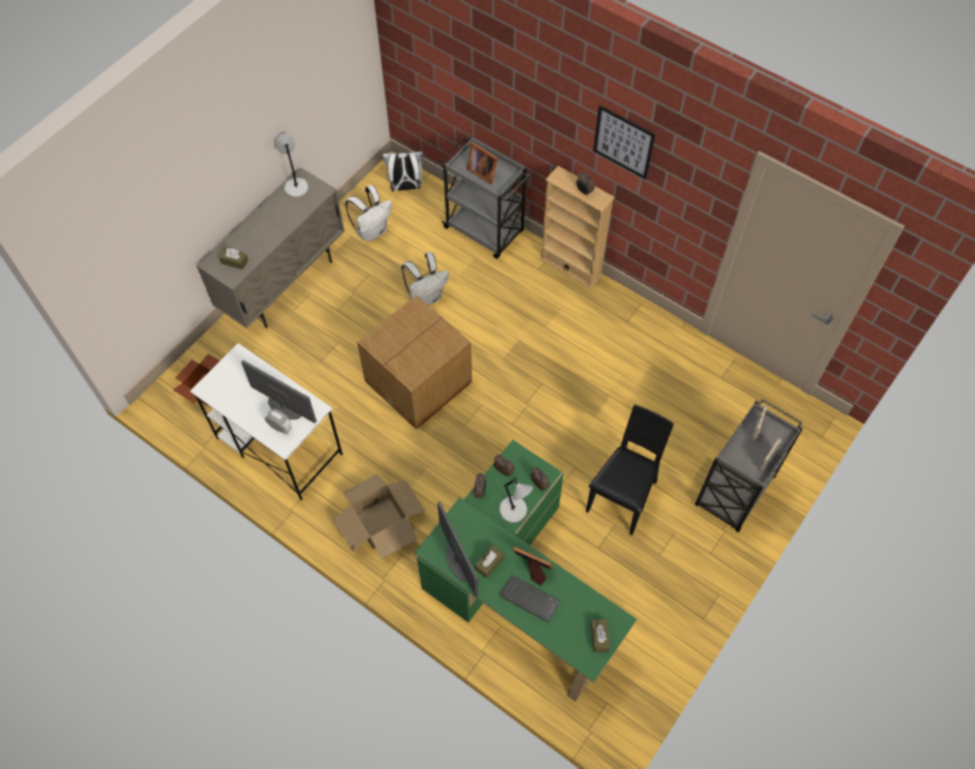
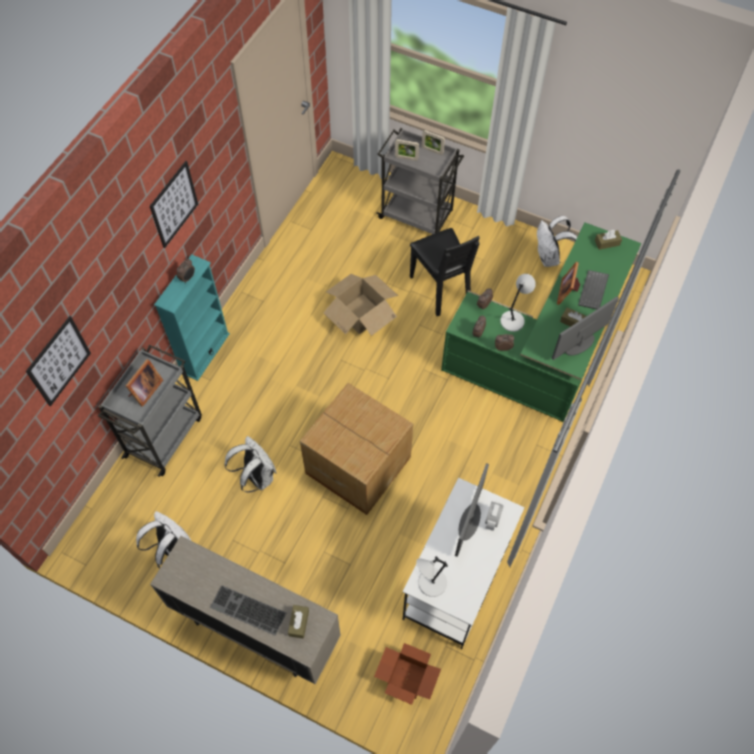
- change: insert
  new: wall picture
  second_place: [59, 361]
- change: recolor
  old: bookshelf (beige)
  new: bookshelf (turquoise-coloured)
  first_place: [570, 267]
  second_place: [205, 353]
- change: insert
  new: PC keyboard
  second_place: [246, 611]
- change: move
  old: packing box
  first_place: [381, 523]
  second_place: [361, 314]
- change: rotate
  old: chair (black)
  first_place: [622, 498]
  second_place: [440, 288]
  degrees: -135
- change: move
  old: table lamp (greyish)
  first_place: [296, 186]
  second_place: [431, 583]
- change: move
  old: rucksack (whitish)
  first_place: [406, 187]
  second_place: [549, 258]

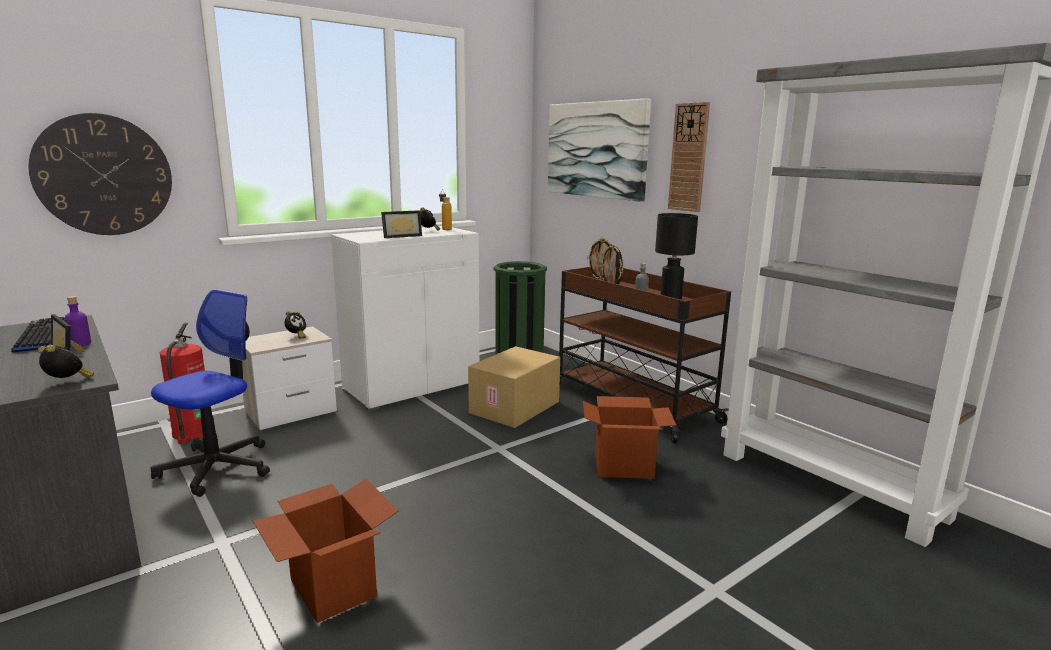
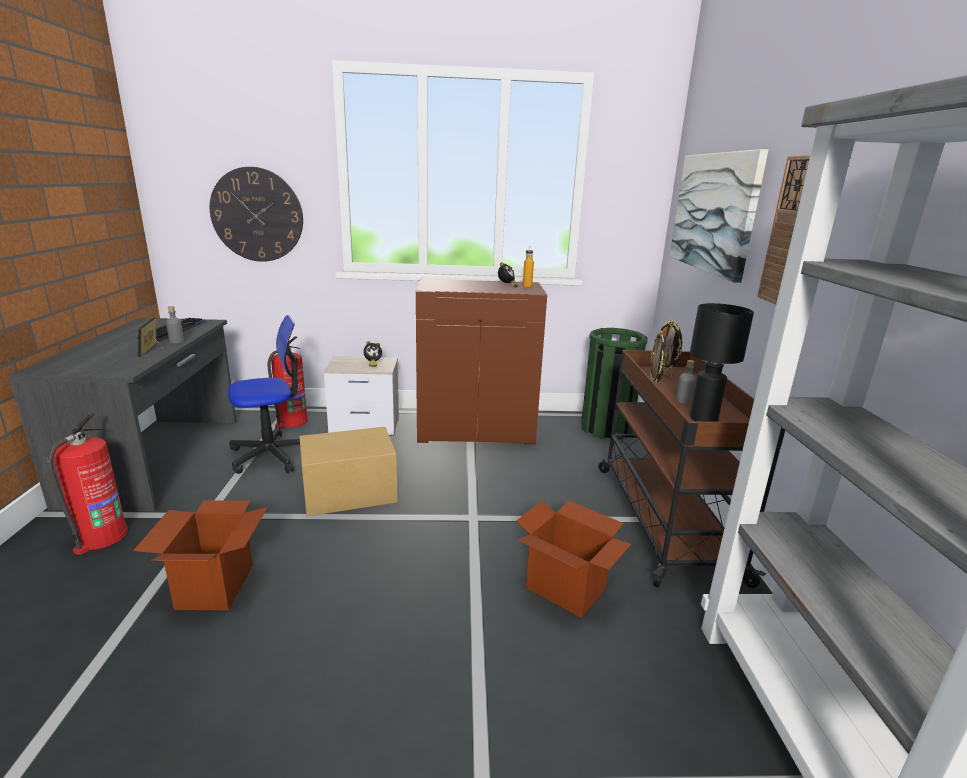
- change: insert
  new: extinguisher
  second_place: [101, 537]
- change: recolor
  old: beverage bottle (purple-coloured)
  new: beverage bottle (greyish)
  first_place: [80, 344]
  second_place: [177, 341]
- change: move
  old: packing box
  first_place: [515, 408]
  second_place: [349, 493]
- change: recolor
  old: storage cabinet (whitish)
  new: storage cabinet (brown-coloured)
  first_place: [412, 386]
  second_place: [476, 430]
- change: delete
  old: bedside clock
  first_place: [67, 382]
- change: delete
  old: picture frame
  first_place: [401, 236]

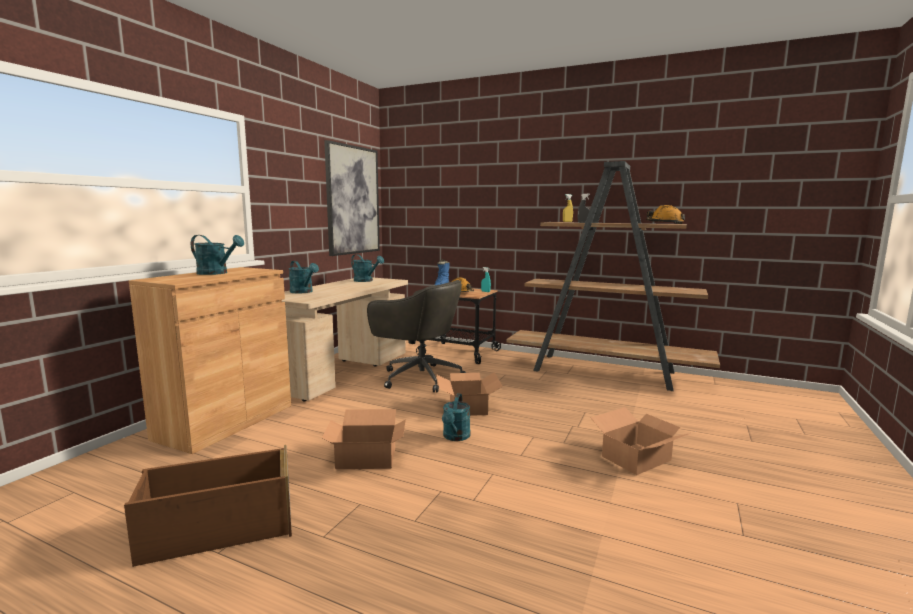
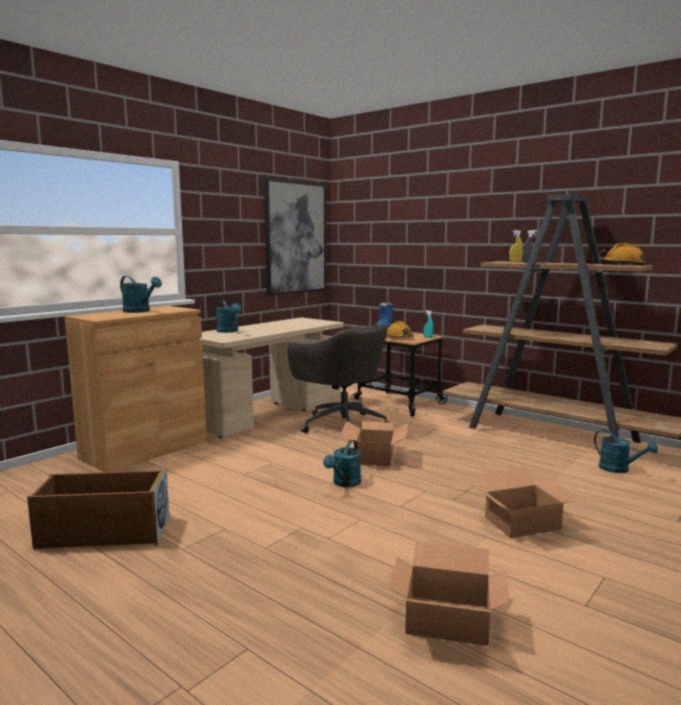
- change: move
  old: packing box
  first_place: [367, 458]
  second_place: [448, 621]
- change: move
  old: watering can (turquoise-coloured)
  first_place: [366, 281]
  second_place: [619, 469]

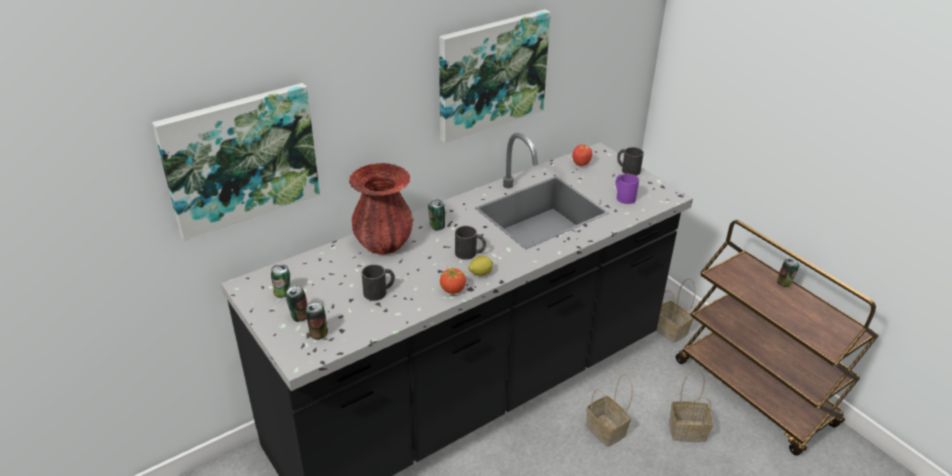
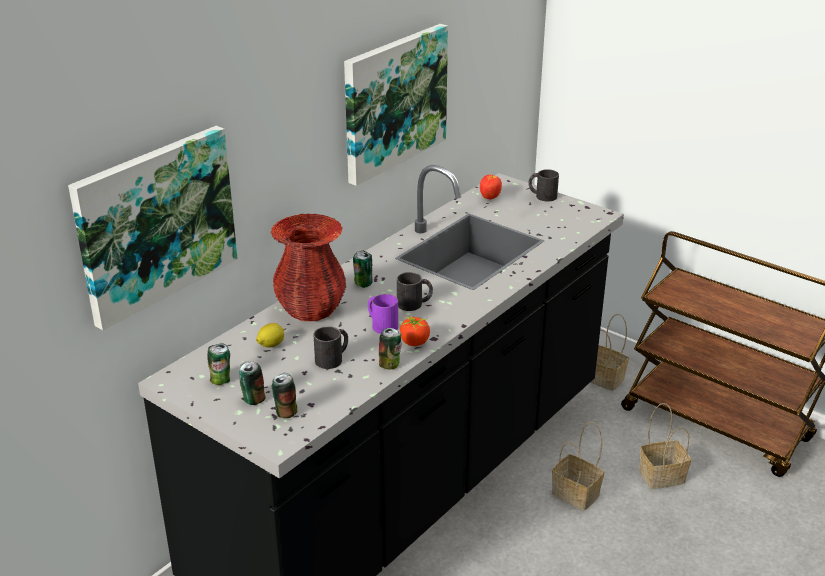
- change: move
  old: whole lemon
  first_place: [480, 273]
  second_place: [271, 345]
- change: move
  old: tea mug (purple-coloured)
  first_place: [623, 196]
  second_place: [381, 324]
- change: move
  old: metal can
  first_place: [784, 283]
  second_place: [390, 364]

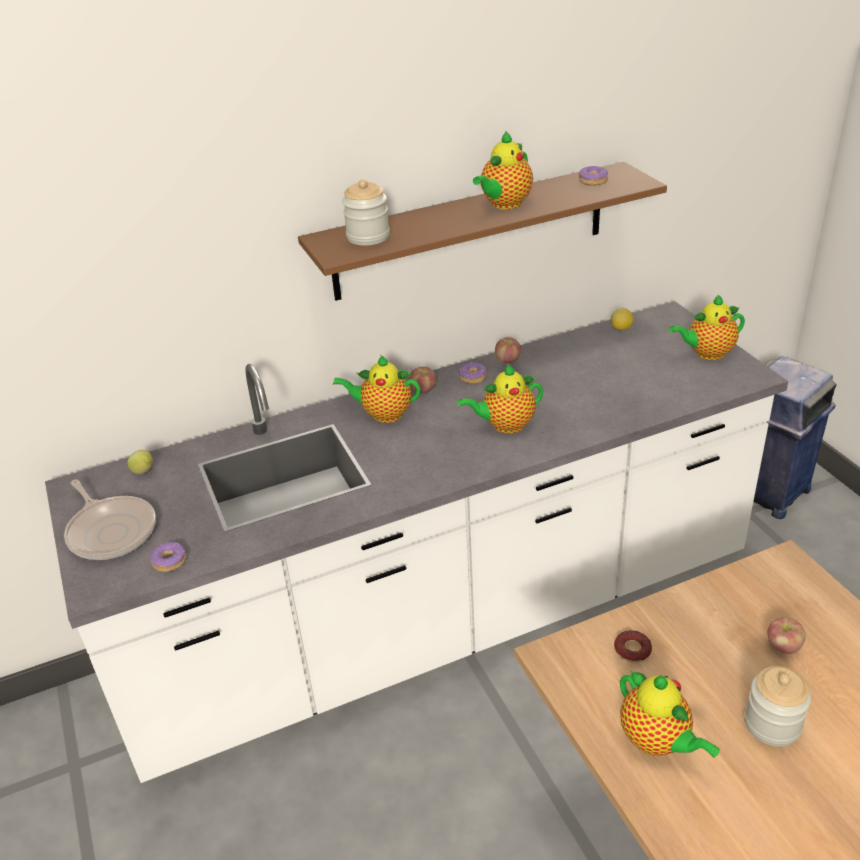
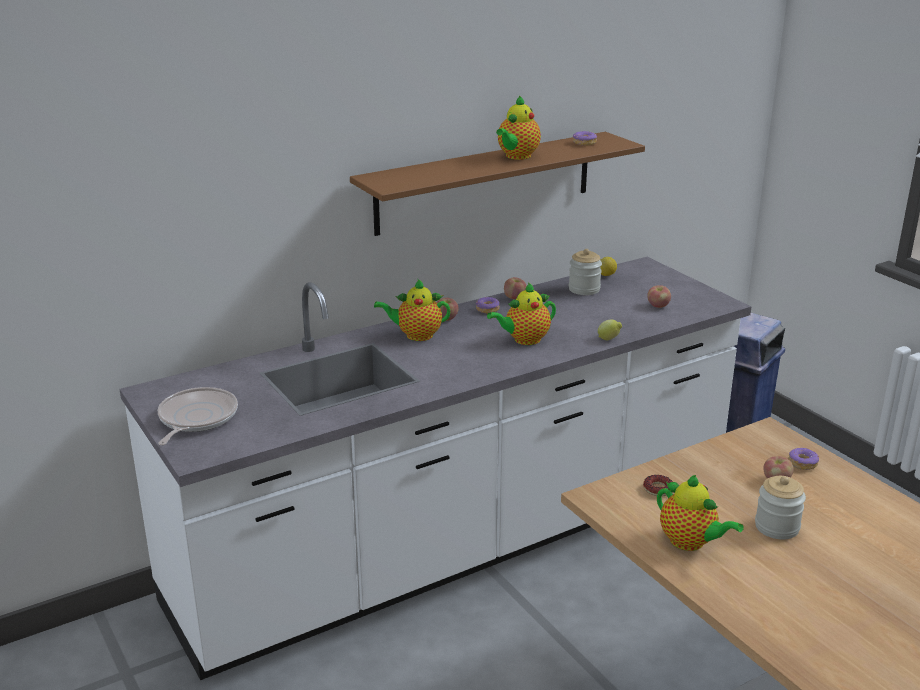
- change: rotate
  old: skillet
  first_place: [111, 531]
  second_place: [196, 419]
  degrees: -120
- change: move
  old: jar
  first_place: [368, 237]
  second_place: [584, 289]
- change: move
  old: whole lemon
  first_place: [144, 472]
  second_place: [609, 339]
- change: insert
  new: apple fruit
  second_place: [658, 306]
- change: move
  old: donut
  first_place: [170, 561]
  second_place: [802, 463]
- change: delete
  old: pot for tea
  first_place: [707, 353]

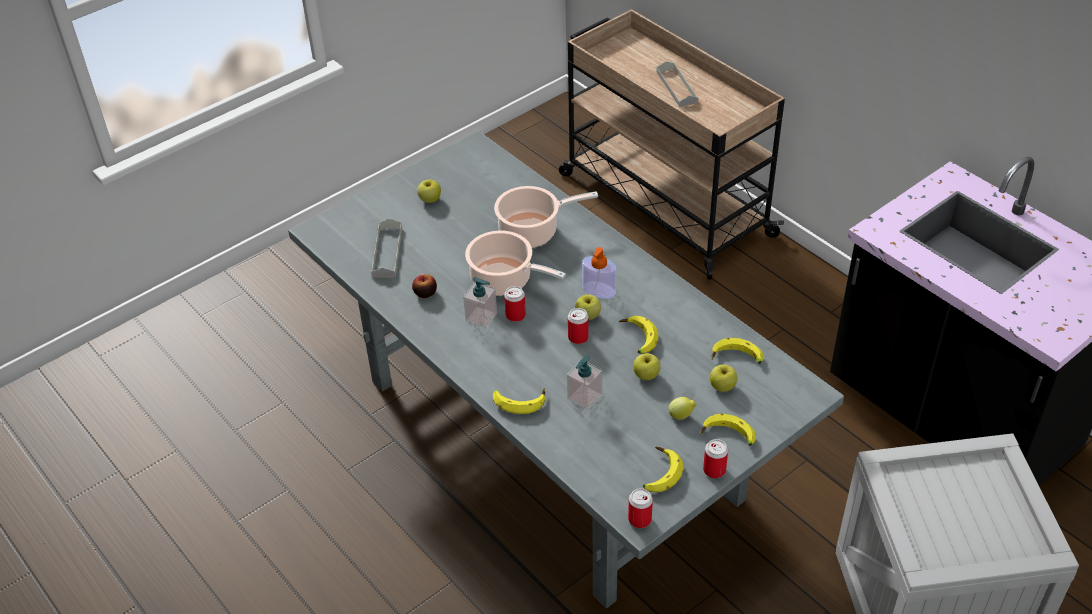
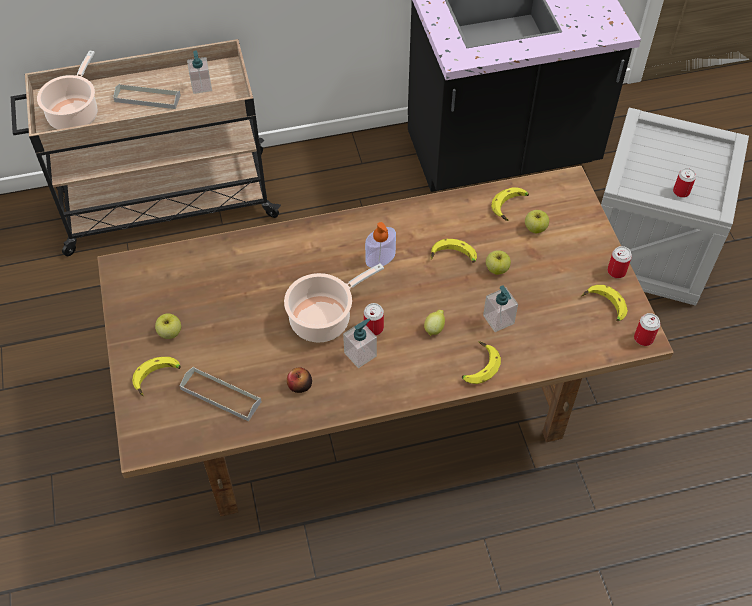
- change: move
  old: cooking pot
  first_place: [532, 231]
  second_place: [75, 114]
- change: recolor
  old: dining table (greyish)
  new: dining table (brown-coloured)
  first_place: [552, 440]
  second_place: [377, 401]
- change: move
  old: banana
  first_place: [727, 437]
  second_place: [157, 378]
- change: insert
  new: soap bottle
  second_place: [201, 86]
- change: move
  old: whole lemon
  first_place: [681, 416]
  second_place: [434, 328]
- change: move
  old: metal can
  first_place: [578, 337]
  second_place: [681, 192]
- change: delete
  old: apple fruit
  first_place: [588, 316]

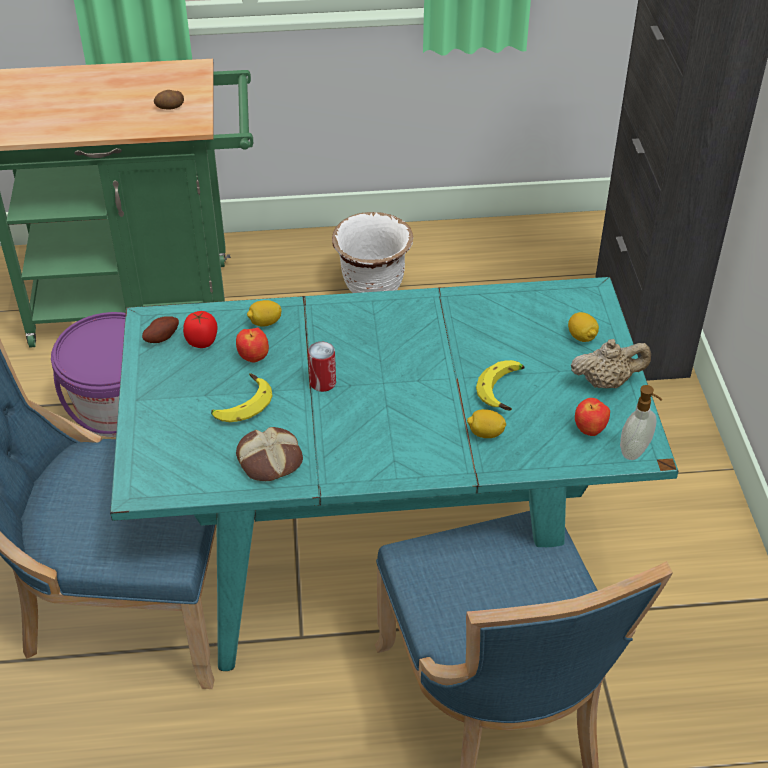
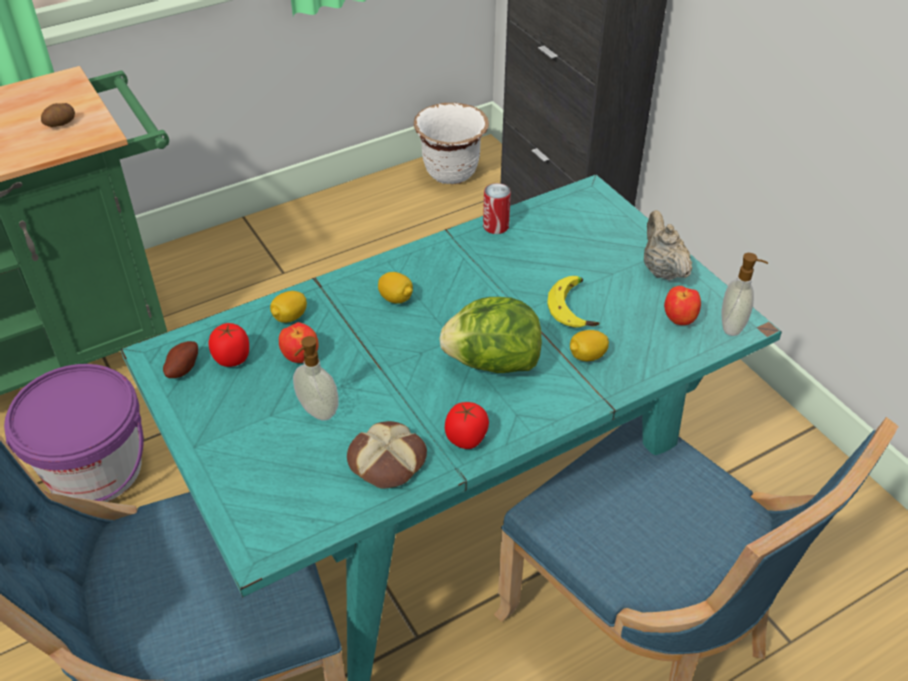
- change: replace
  old: banana
  new: soap bottle
  first_place: [240, 404]
  second_place: [317, 411]
- change: move
  old: whole lemon
  first_place: [581, 337]
  second_place: [396, 298]
- change: move
  old: planter (whitish)
  first_place: [373, 287]
  second_place: [451, 173]
- change: insert
  new: lettuce
  second_place: [492, 363]
- change: insert
  new: fresh tomato
  second_place: [466, 439]
- change: move
  old: metal can
  first_place: [323, 383]
  second_place: [496, 226]
- change: rotate
  old: pot for tea (beige)
  first_place: [606, 382]
  second_place: [662, 270]
  degrees: -75

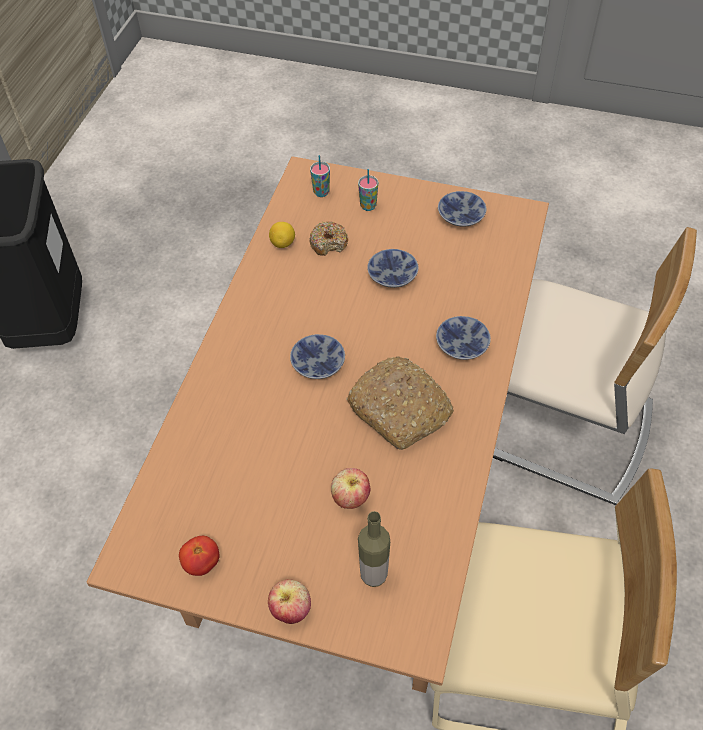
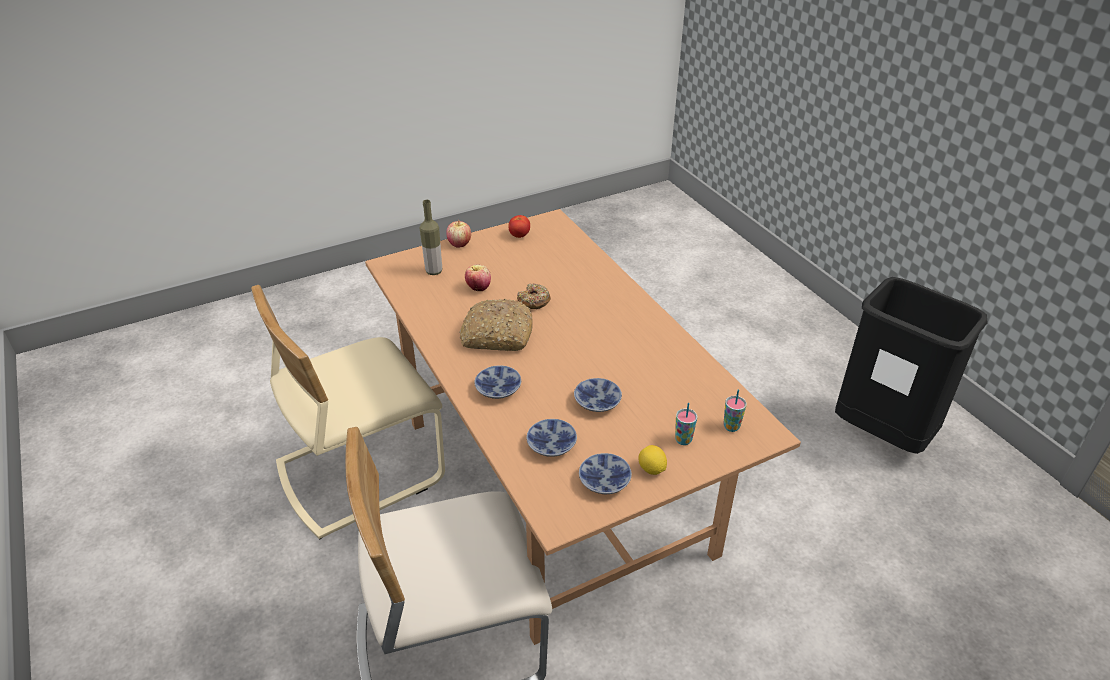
- change: move
  old: donut
  first_place: [329, 243]
  second_place: [534, 301]
- change: move
  old: serving bowl
  first_place: [316, 364]
  second_place: [552, 444]
- change: move
  old: whole lemon
  first_place: [283, 243]
  second_place: [651, 469]

